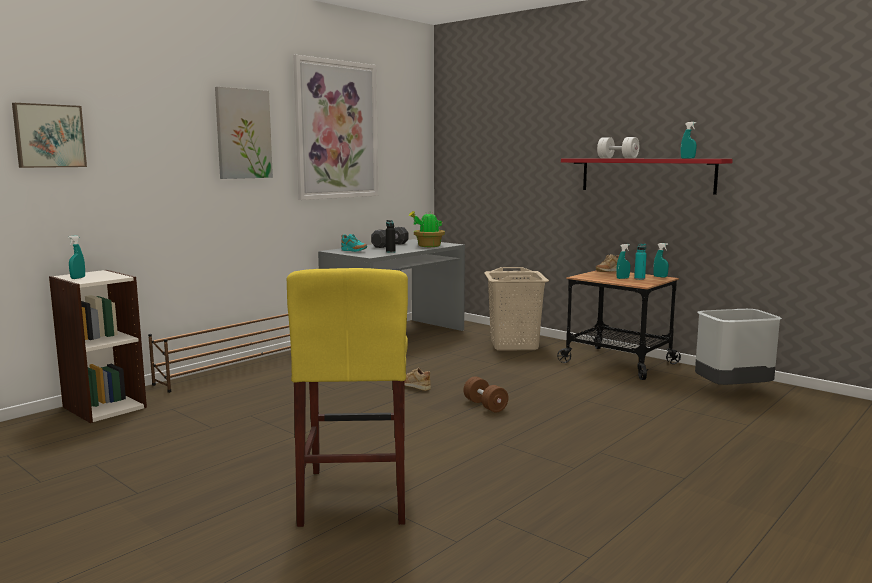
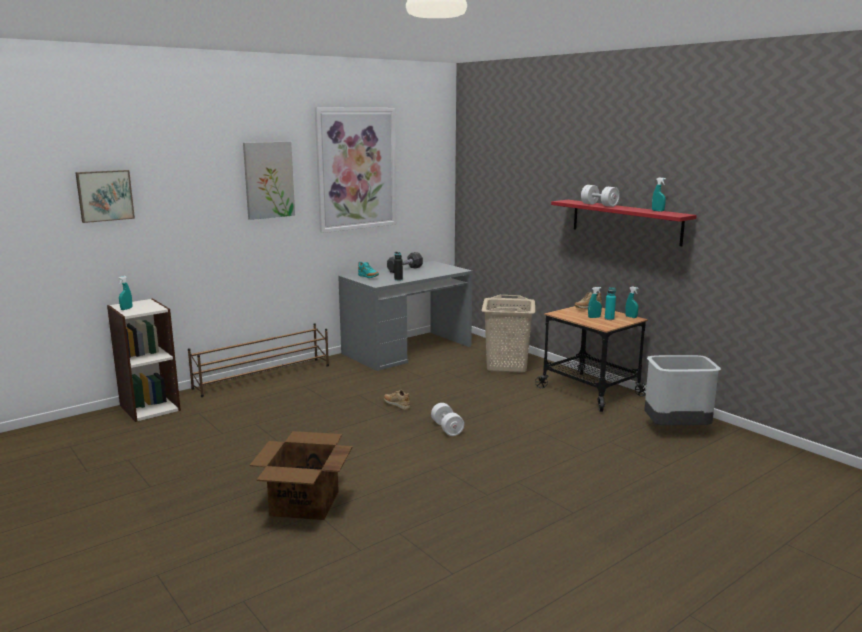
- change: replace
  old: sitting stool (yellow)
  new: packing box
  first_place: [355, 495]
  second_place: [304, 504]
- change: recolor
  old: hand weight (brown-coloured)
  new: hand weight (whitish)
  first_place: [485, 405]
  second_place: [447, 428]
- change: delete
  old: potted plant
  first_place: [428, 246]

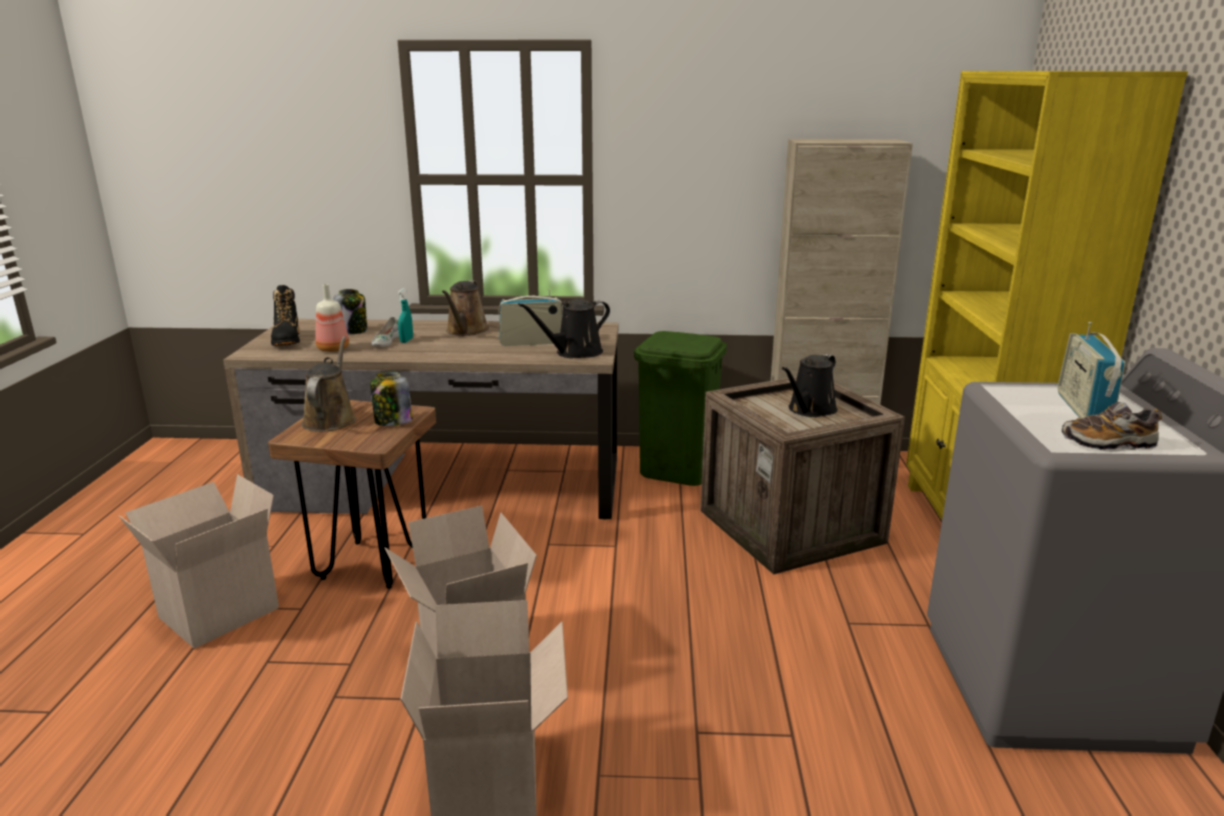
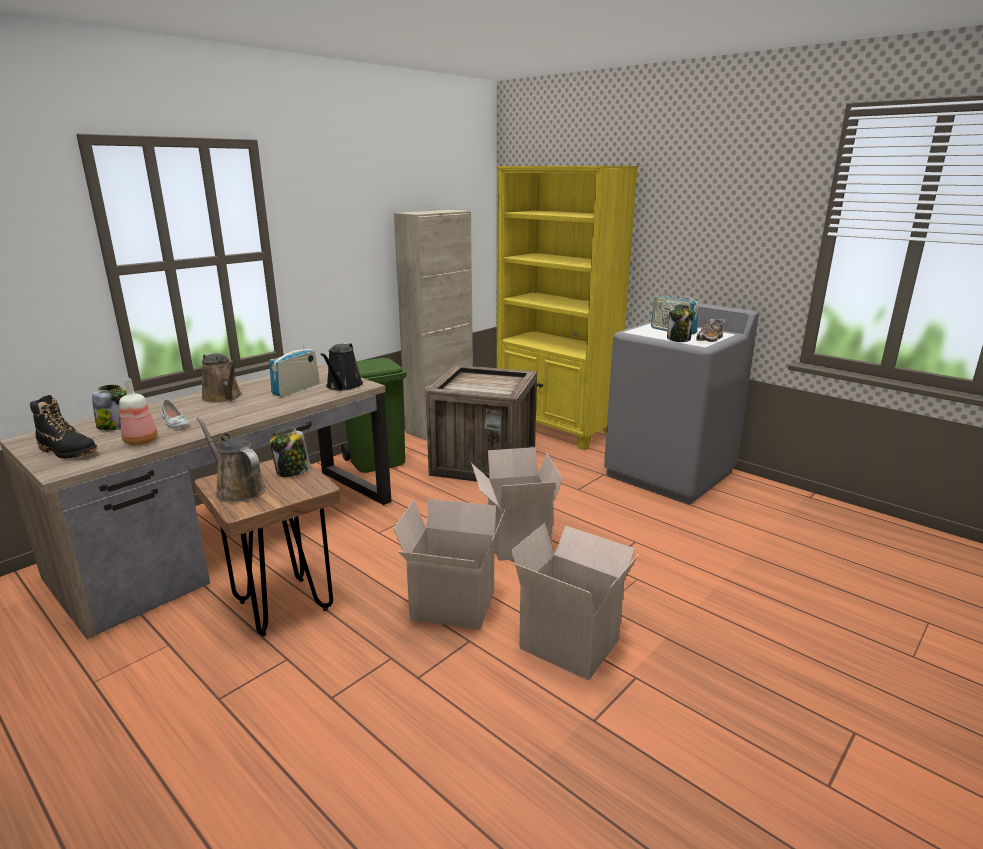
- change: move
  old: packing box
  first_place: [219, 611]
  second_place: [516, 541]
- change: insert
  new: jar
  second_place: [678, 339]
- change: delete
  old: sprayer (turquoise-coloured)
  first_place: [406, 340]
- change: delete
  old: watering can (black)
  first_place: [810, 410]

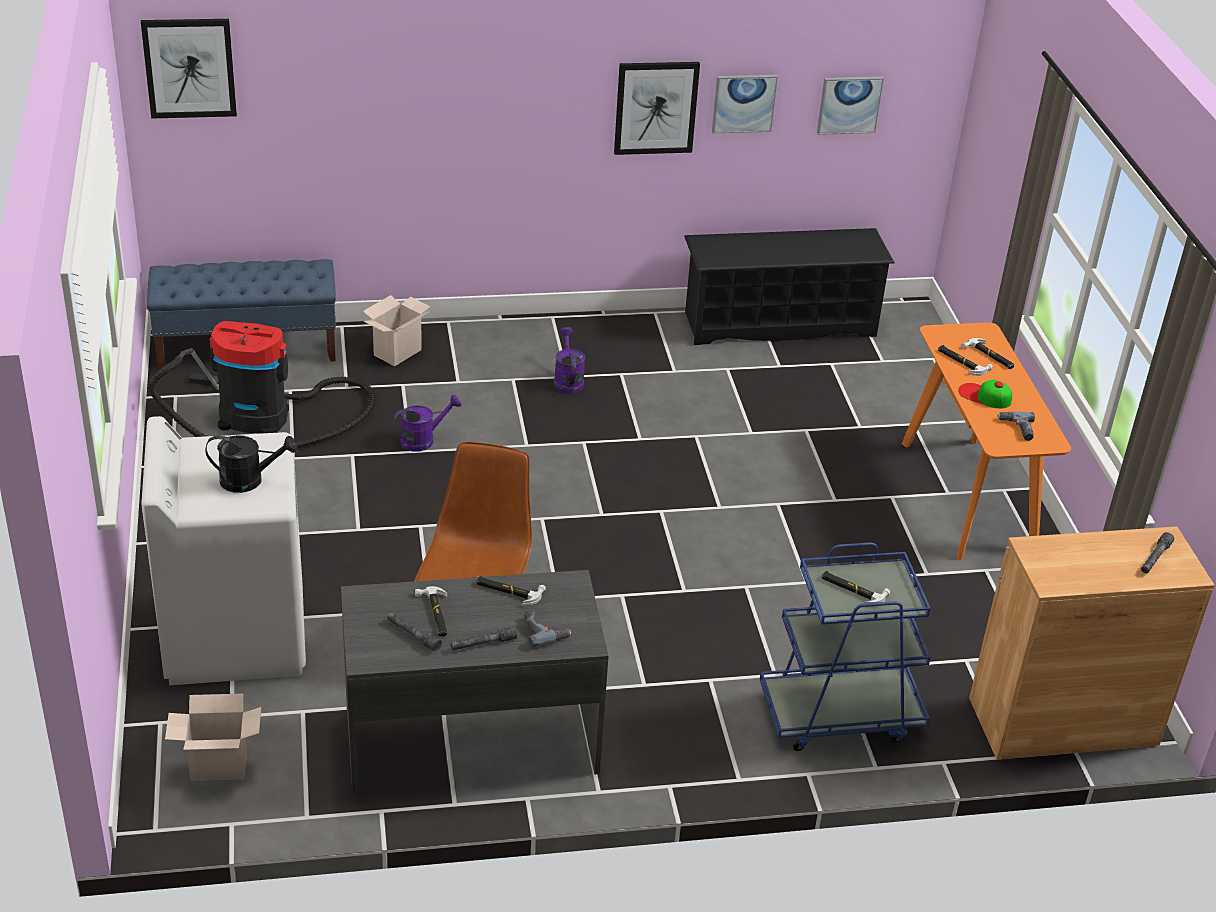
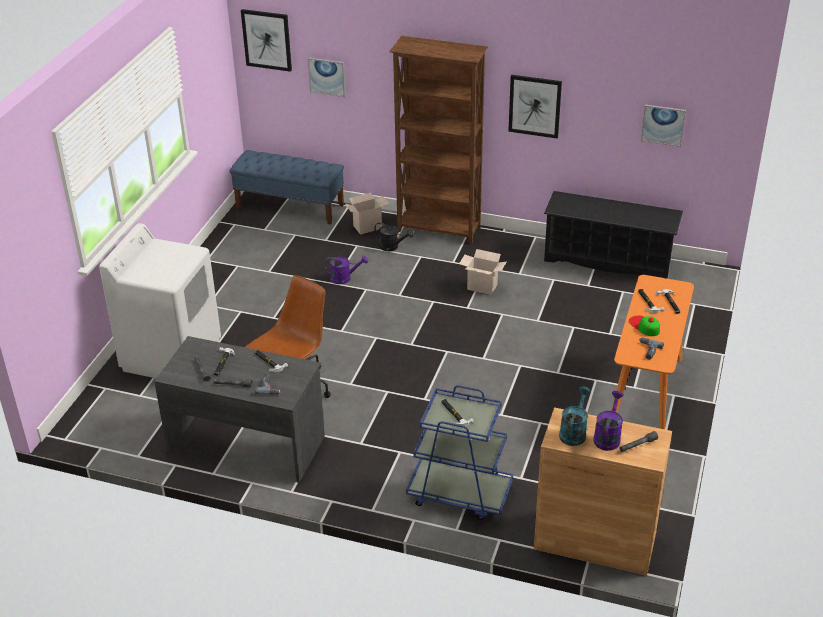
- change: move
  old: wall picture
  first_place: [744, 103]
  second_place: [327, 76]
- change: move
  old: watering can (black)
  first_place: [249, 480]
  second_place: [392, 247]
- change: insert
  new: bookshelf (brown-coloured)
  second_place: [439, 230]
- change: move
  old: packing box
  first_place: [217, 767]
  second_place: [481, 287]
- change: insert
  new: watering can (turquoise-coloured)
  second_place: [573, 432]
- change: move
  old: watering can (purple-coloured)
  first_place: [567, 380]
  second_place: [607, 436]
- change: delete
  old: vacuum cleaner
  first_place: [263, 419]

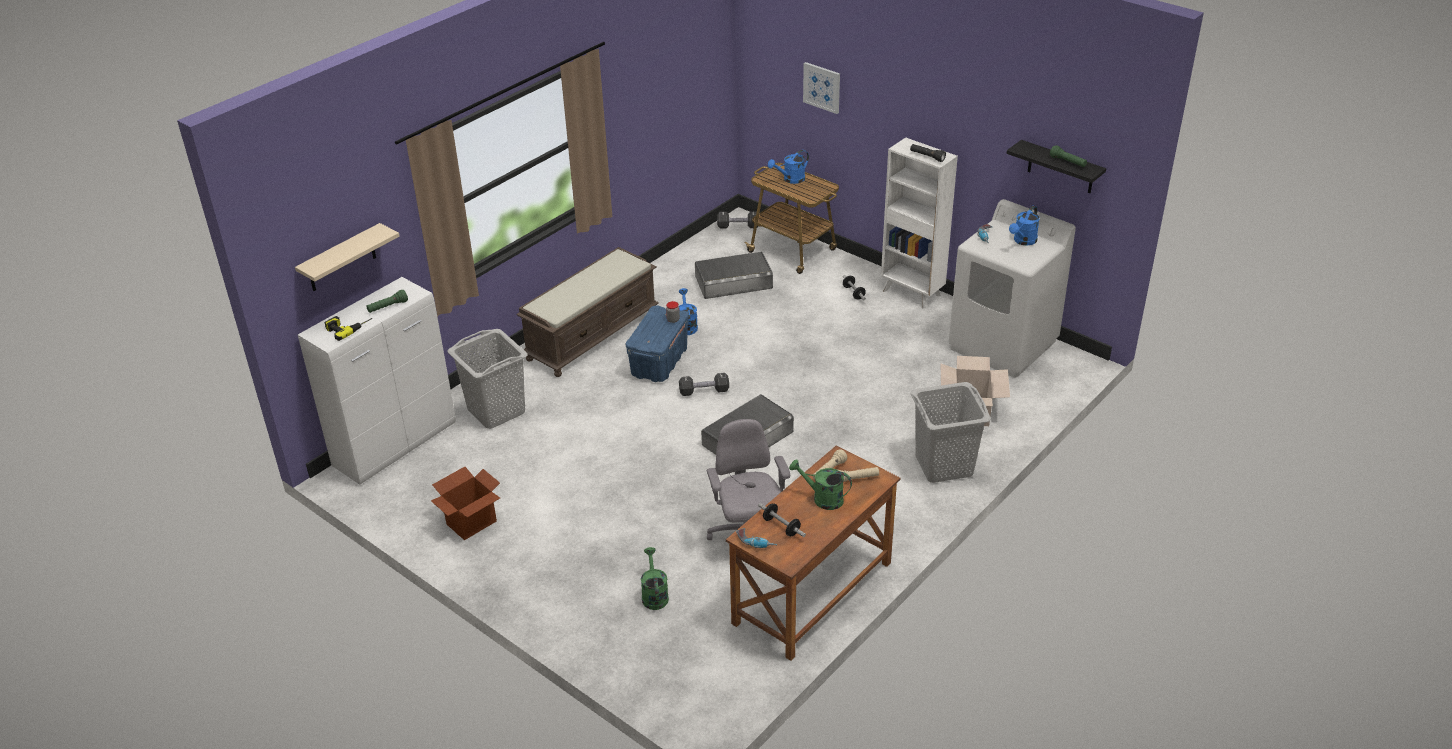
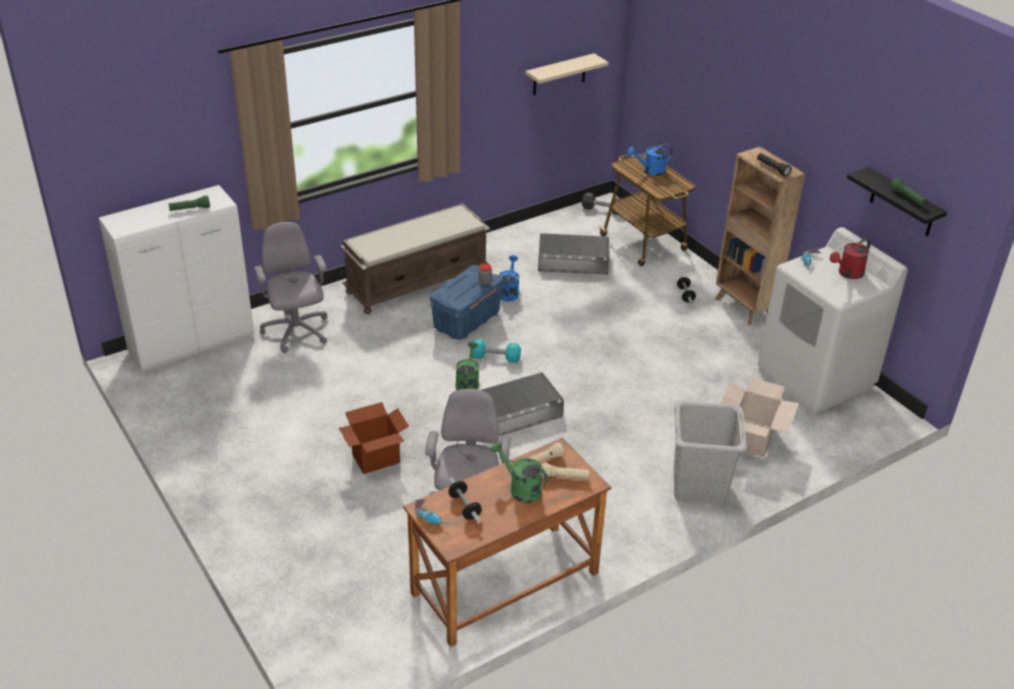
- change: replace
  old: washing basket (greyish)
  new: office chair (greyish)
  first_place: [496, 410]
  second_place: [296, 332]
- change: move
  old: packing box
  first_place: [471, 523]
  second_place: [375, 458]
- change: move
  old: watering can (greenish)
  first_place: [654, 594]
  second_place: [467, 382]
- change: recolor
  old: hand weight (black)
  new: hand weight (turquoise-coloured)
  first_place: [704, 391]
  second_place: [495, 358]
- change: move
  old: wall shelf (beige)
  first_place: [341, 259]
  second_place: [559, 75]
- change: recolor
  old: bookshelf (whitish)
  new: bookshelf (brown-coloured)
  first_place: [912, 293]
  second_place: [744, 308]
- change: recolor
  old: watering can (bluish)
  new: watering can (red-coloured)
  first_place: [1023, 241]
  second_place: [847, 274]
- change: delete
  old: electric drill
  first_place: [348, 327]
- change: delete
  old: wall picture
  first_place: [822, 87]

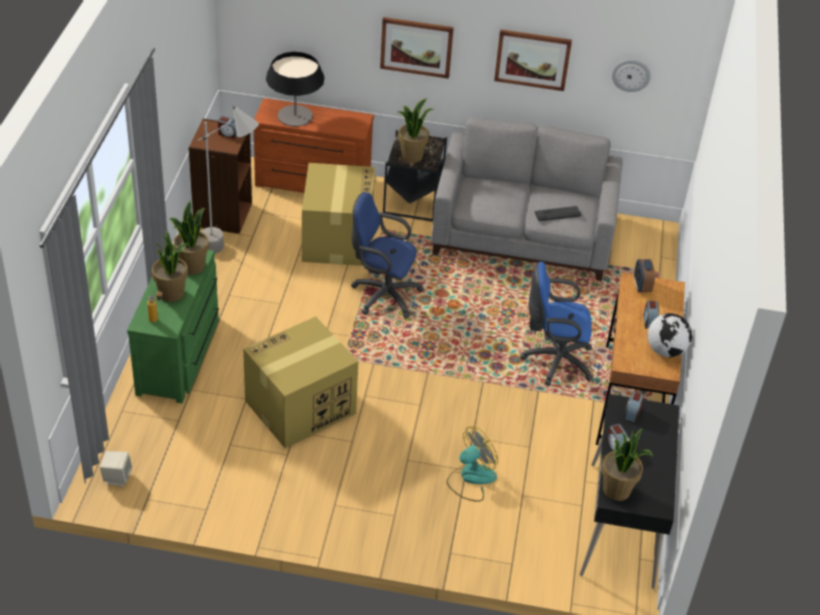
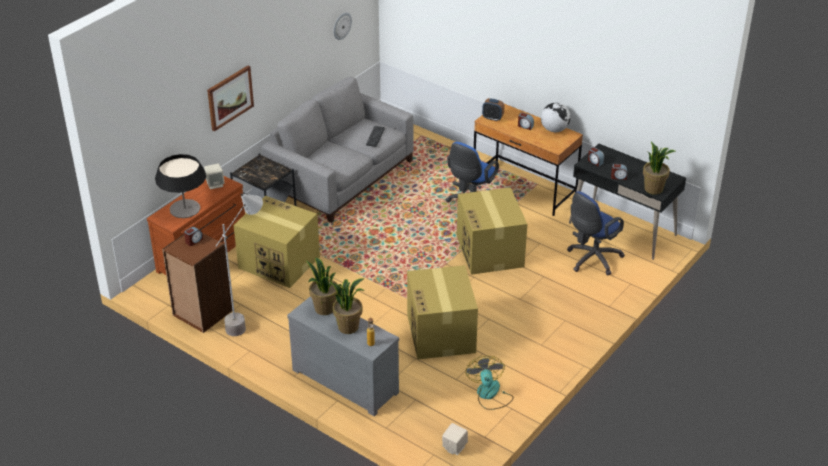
- change: insert
  new: loudspeaker (beige)
  second_place: [215, 184]
- change: recolor
  old: drawer chest (greenish)
  new: drawer chest (greyish)
  first_place: [181, 355]
  second_place: [347, 379]
- change: insert
  new: packing box
  second_place: [490, 252]
- change: move
  old: cooling fan
  first_place: [471, 478]
  second_place: [490, 395]
- change: move
  old: office chair (bluish)
  first_place: [382, 295]
  second_place: [591, 260]
- change: delete
  old: potted plant
  first_place: [412, 156]
- change: delete
  old: wall picture
  first_place: [532, 59]

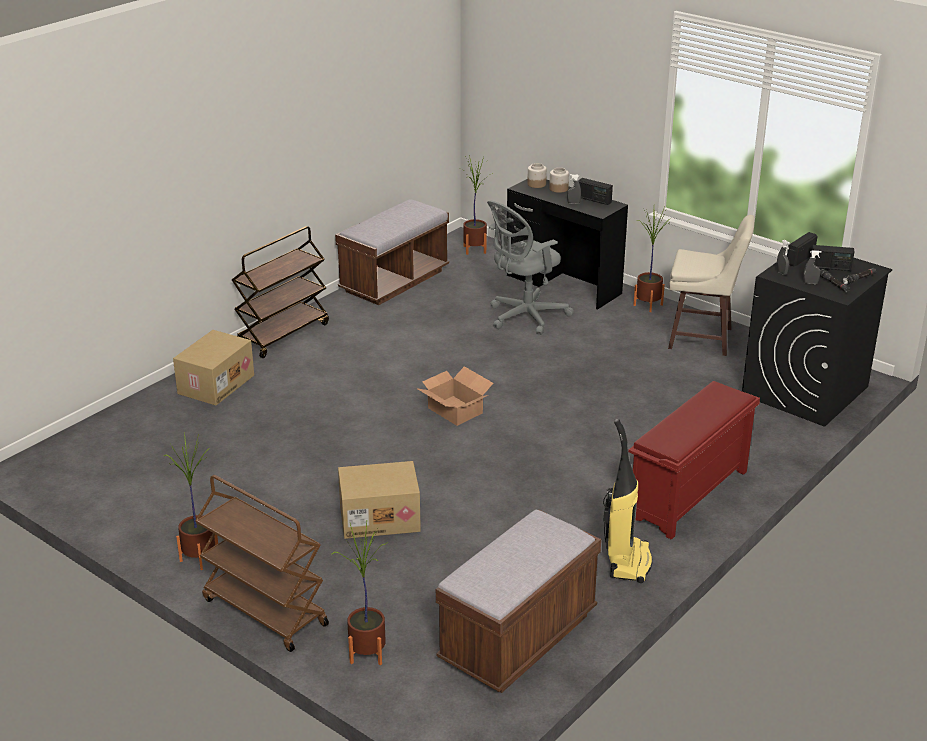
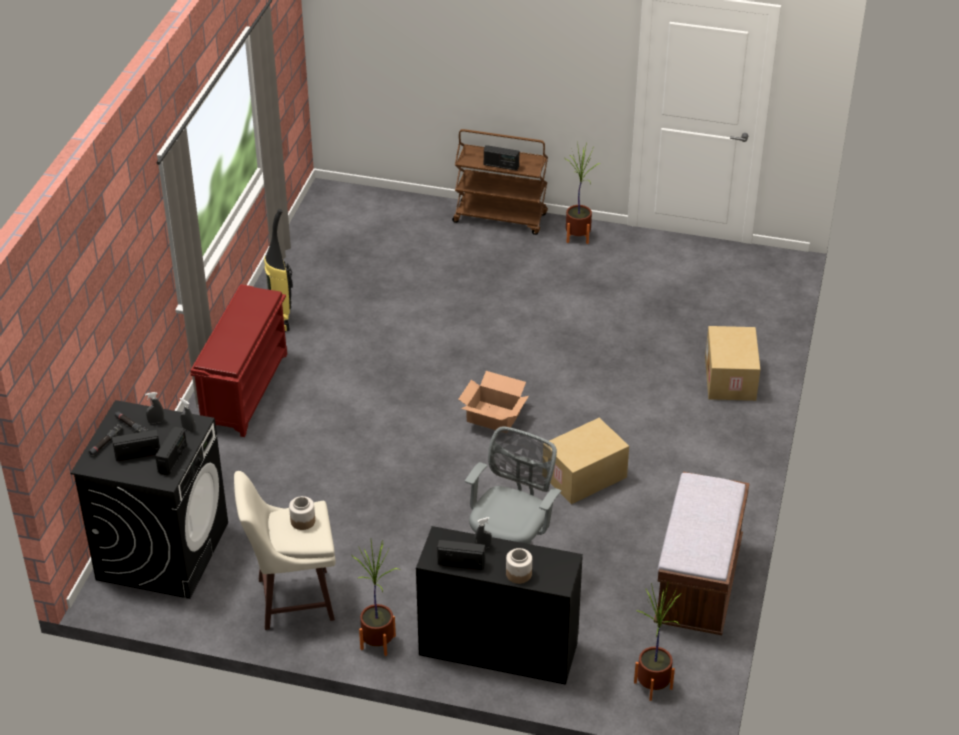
- change: move
  old: jar
  first_place: [536, 184]
  second_place: [303, 521]
- change: insert
  new: radio set
  second_place: [501, 166]
- change: move
  old: packing box
  first_place: [380, 517]
  second_place: [584, 477]
- change: delete
  old: cart (brown-coloured)
  first_place: [283, 334]
- change: delete
  old: potted plant
  first_place: [367, 653]
- change: delete
  old: long seat (brown-coloured)
  first_place: [518, 638]

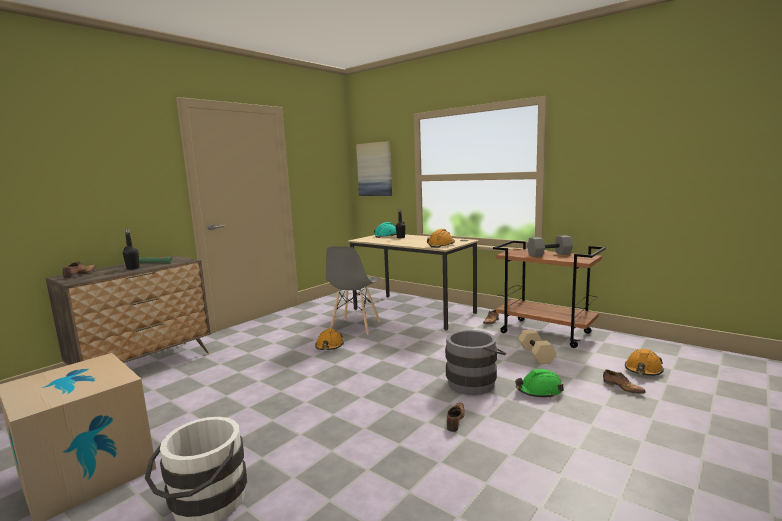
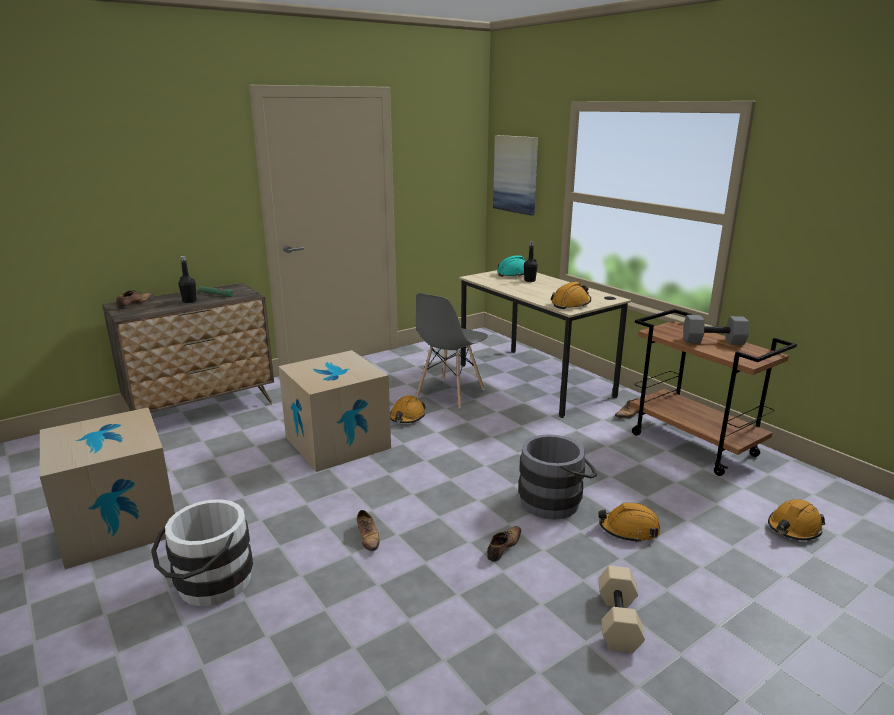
- change: insert
  new: packing box
  second_place: [337, 442]
- change: move
  old: shoe
  first_place: [622, 388]
  second_place: [368, 537]
- change: recolor
  old: work helmet (greenish)
  new: work helmet (orange-coloured)
  first_place: [539, 391]
  second_place: [629, 530]
- change: move
  old: hand weight (beige)
  first_place: [537, 355]
  second_place: [619, 622]

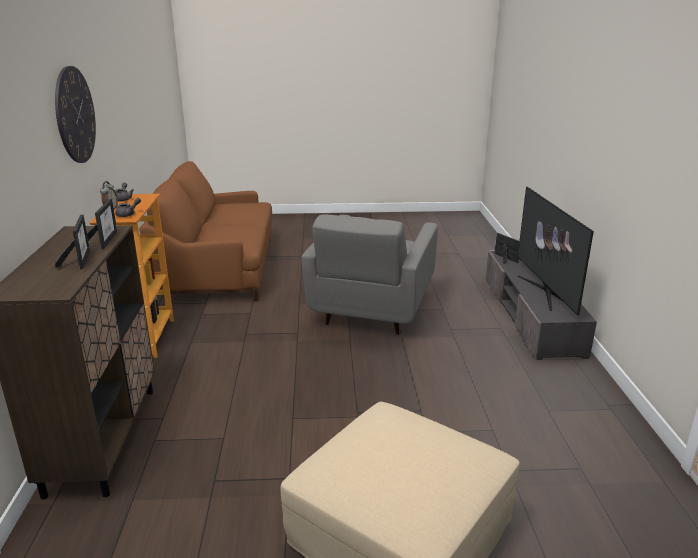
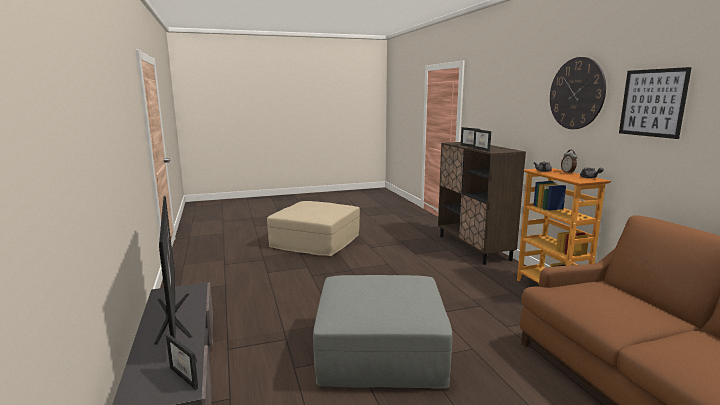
- change: replace
  old: easy chair (greyish)
  new: pouffe (greyish)
  first_place: [371, 311]
  second_place: [380, 349]
- change: insert
  new: wall picture
  second_place: [652, 103]

